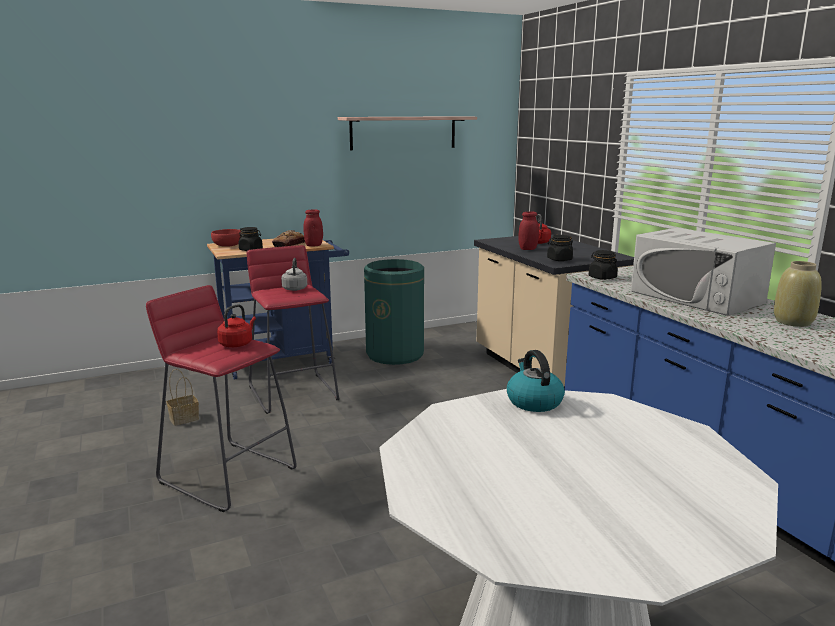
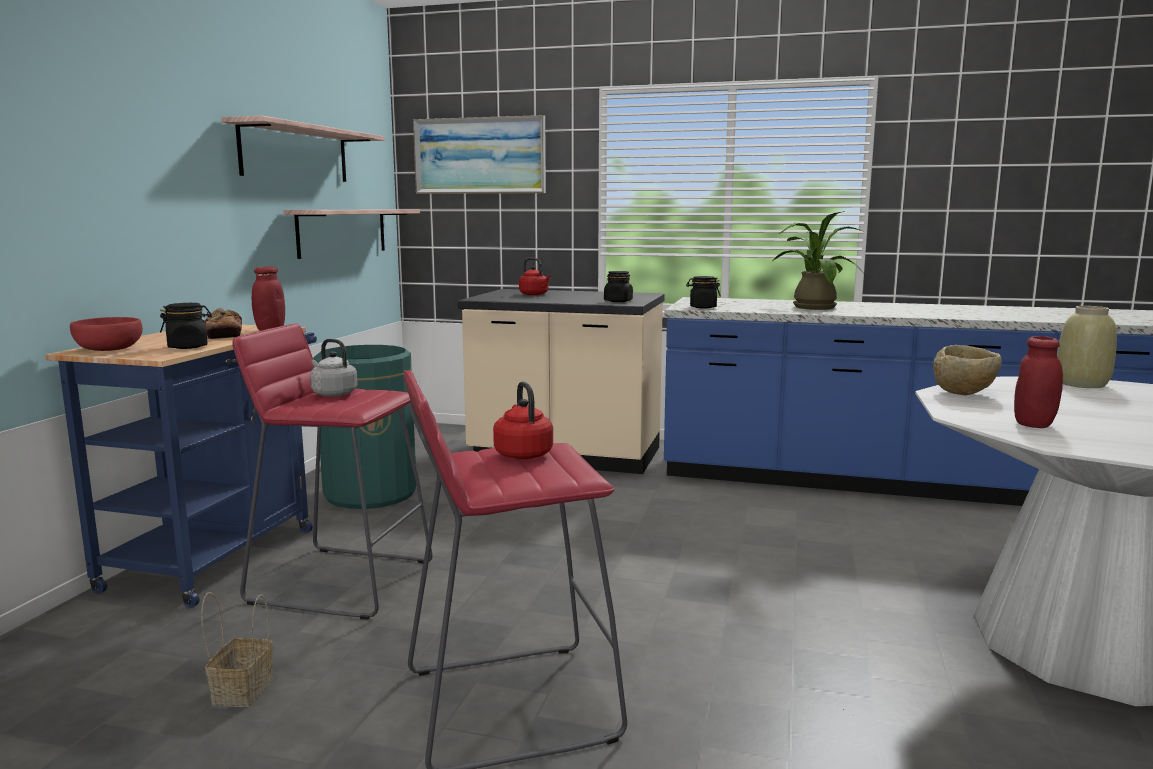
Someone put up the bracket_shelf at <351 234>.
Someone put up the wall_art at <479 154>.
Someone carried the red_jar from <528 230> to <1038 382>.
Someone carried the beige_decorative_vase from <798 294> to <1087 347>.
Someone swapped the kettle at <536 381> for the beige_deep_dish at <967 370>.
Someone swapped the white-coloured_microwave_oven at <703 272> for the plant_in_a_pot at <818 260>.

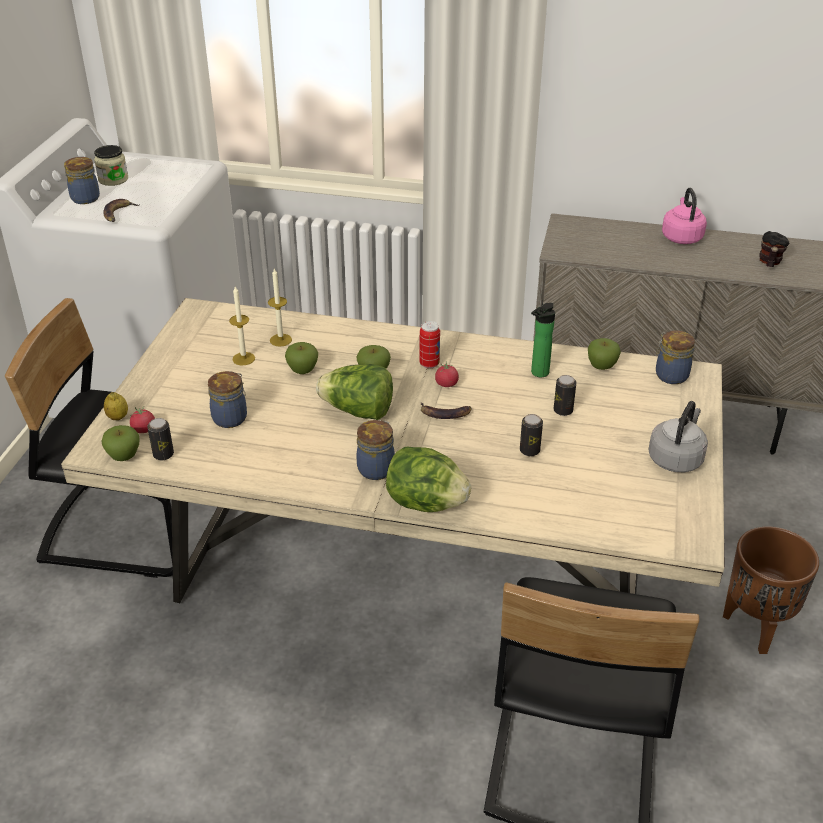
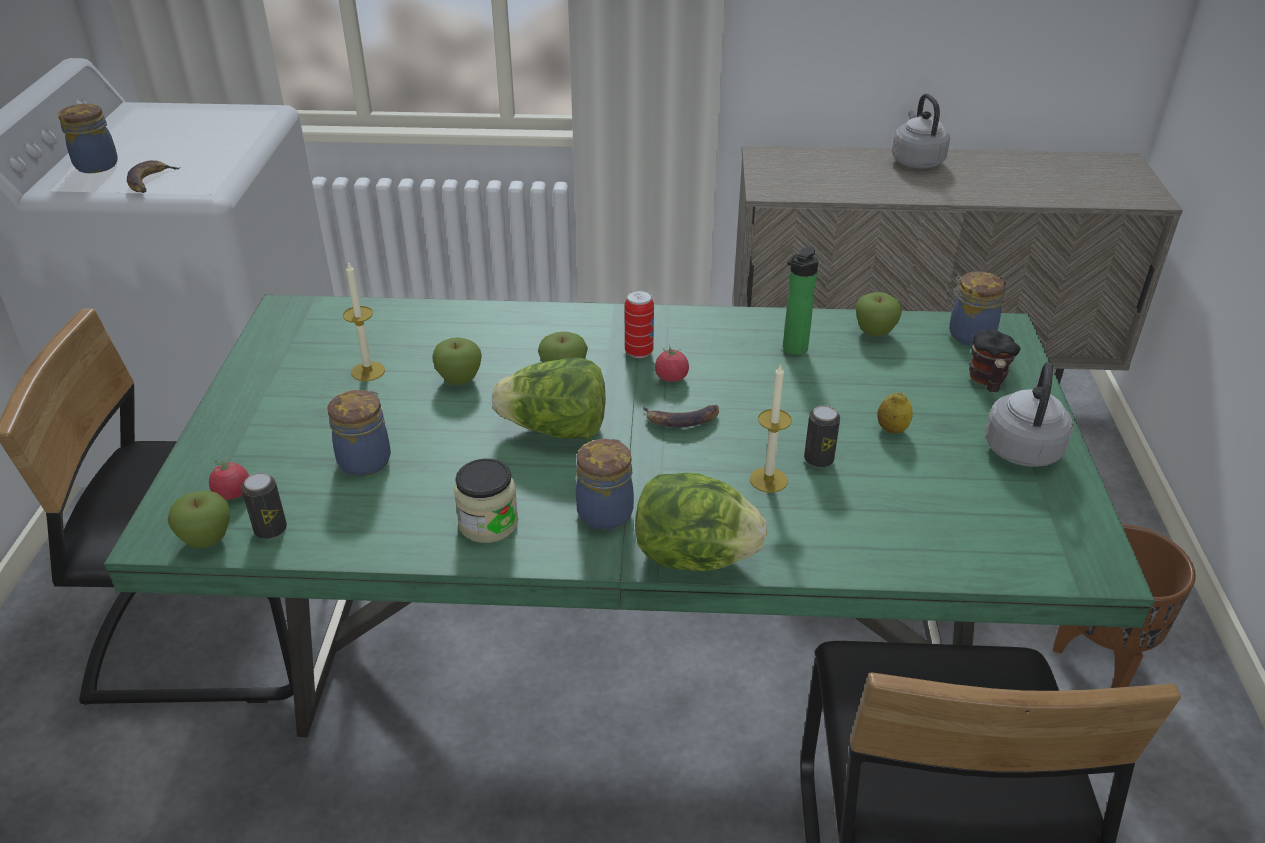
Someone took away the can at <565 395>.
Someone carried the jar from <111 165> to <486 500>.
Someone carried the lemon from <116 406> to <895 413>.
Someone carried the wax_light from <280 308> to <771 428>.
Someone carried the coffee_mug from <774 249> to <995 361>.
Someone repainted the beige_kitchen_table at <393 450>, which became the greenish_kitchen_table at <629 516>.
Someone repainted the pink_kettle at <684 216>, which became the greyish_kettle at <921 131>.

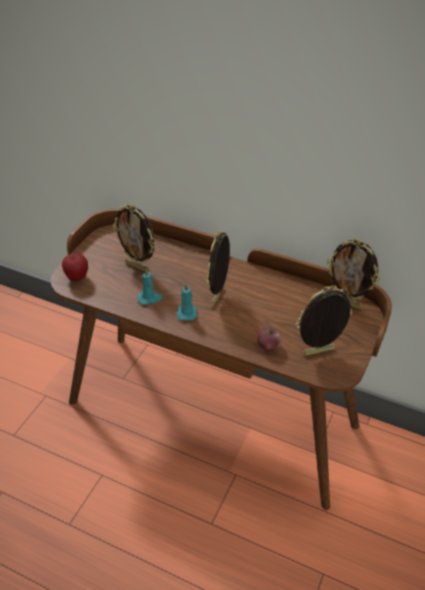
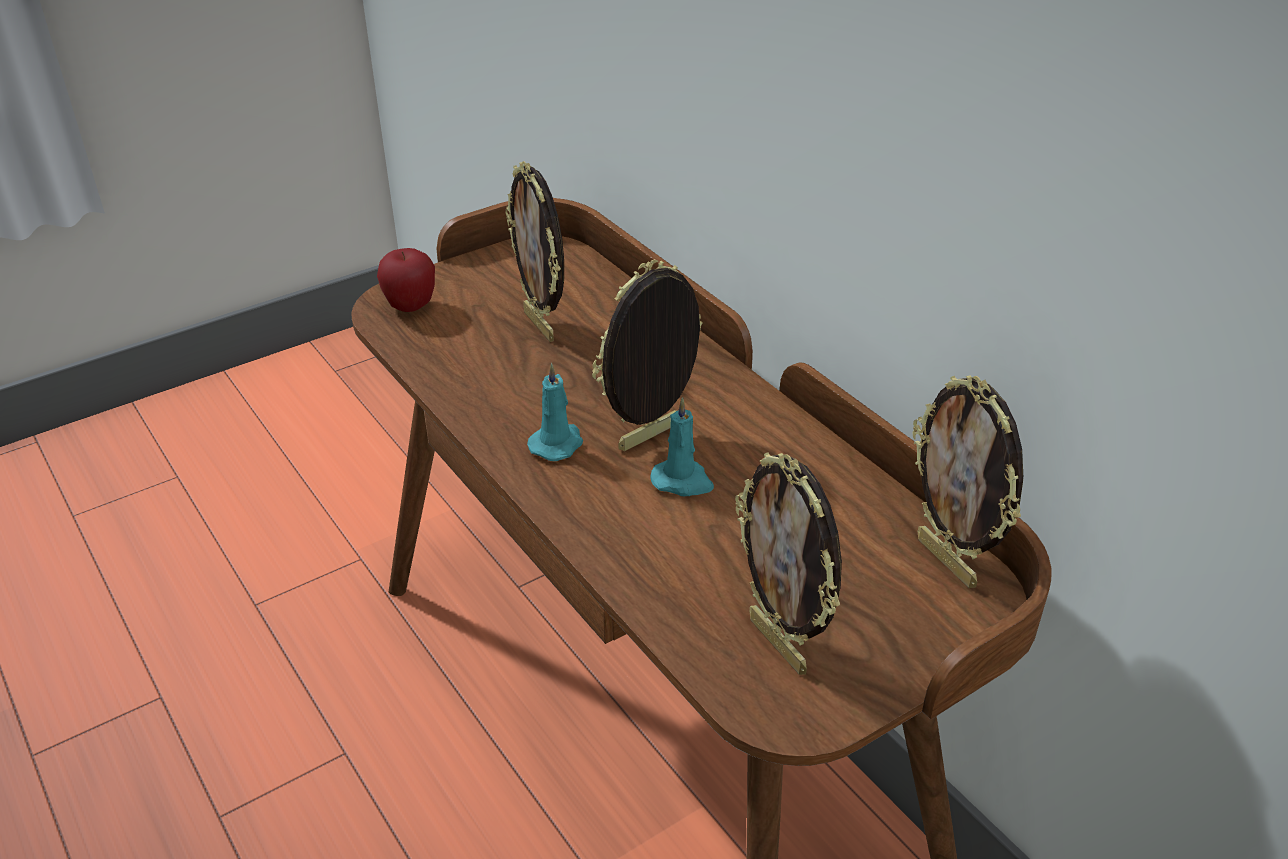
Someone took away the apple_fruit at <269 339>.
Someone carried the turquoise-coloured_wax_light from <150 286> to <682 447>.
Someone rotated the picture_frame at <324 321> by 135 degrees counterclockwise.

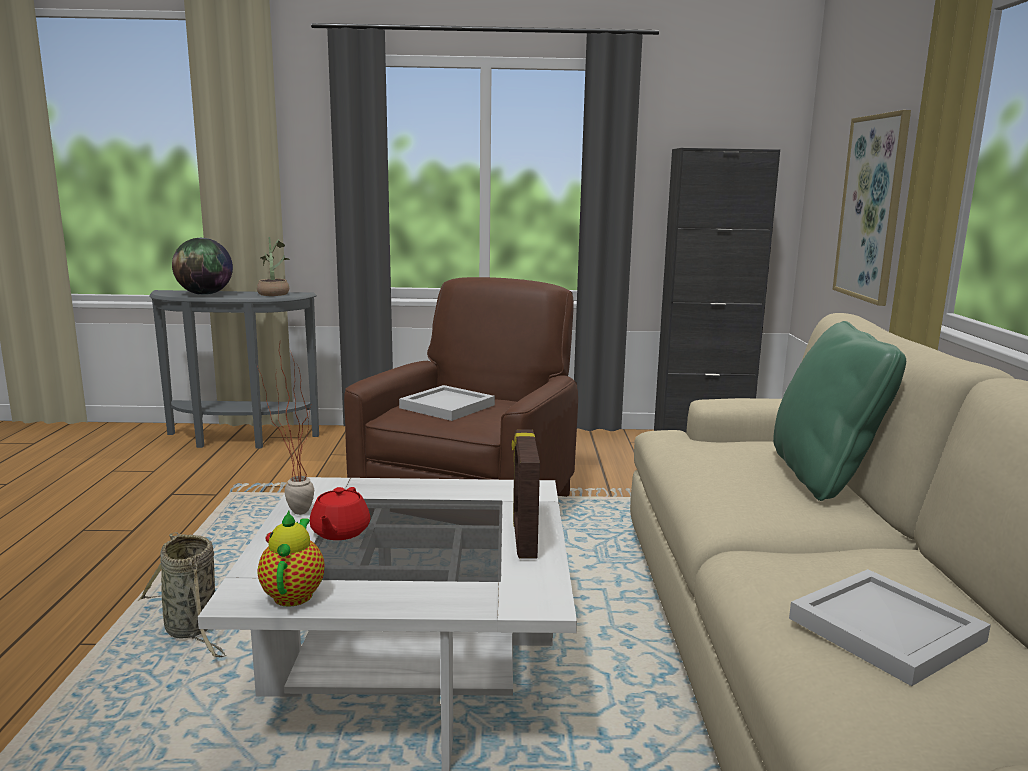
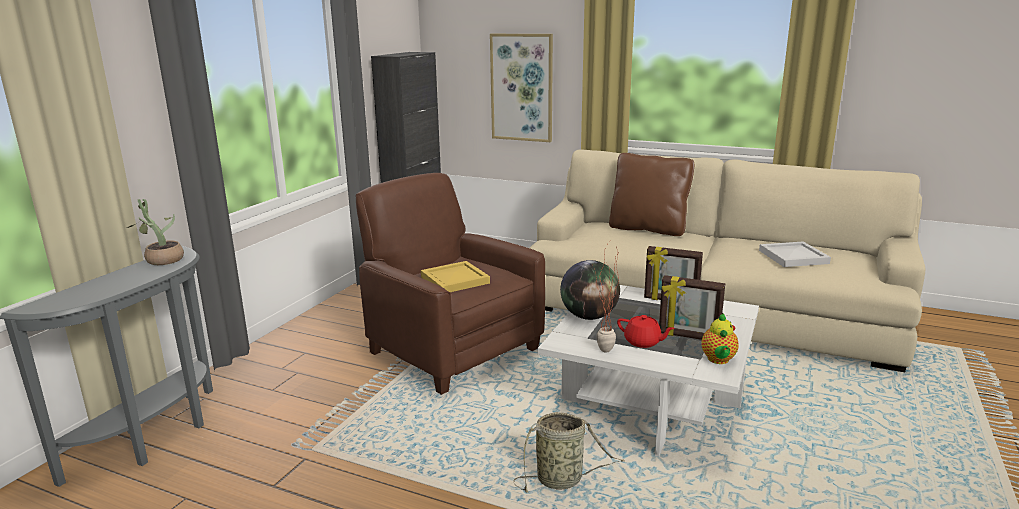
Someone put down the picture_frame at <692 307>.
Someone carried the globe from <202 266> to <590 290>.
Someone repainted the white-coloured_carrying_tray at <447 403>, which became the yellow_carrying_tray at <455 276>.
Someone repainted the greenish_cushion at <839 411>, which became the brown_cushion at <651 194>.
Someone rotated the tea_pot at <291 559> by 105 degrees counterclockwise.

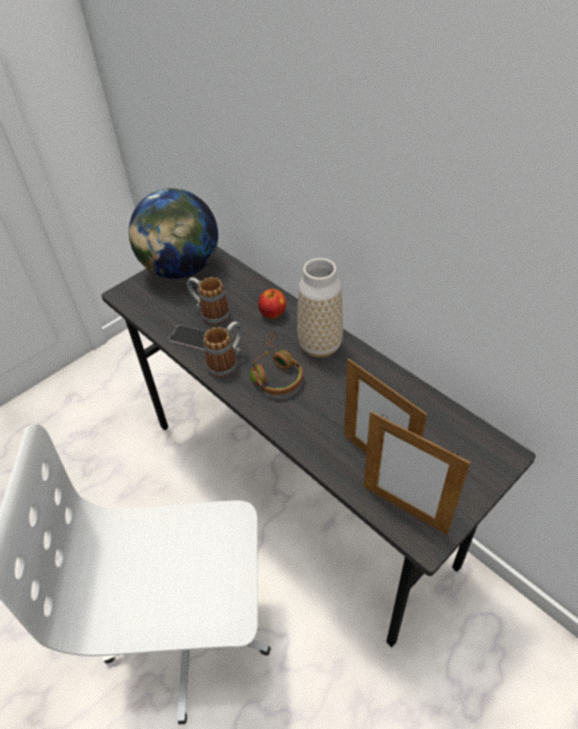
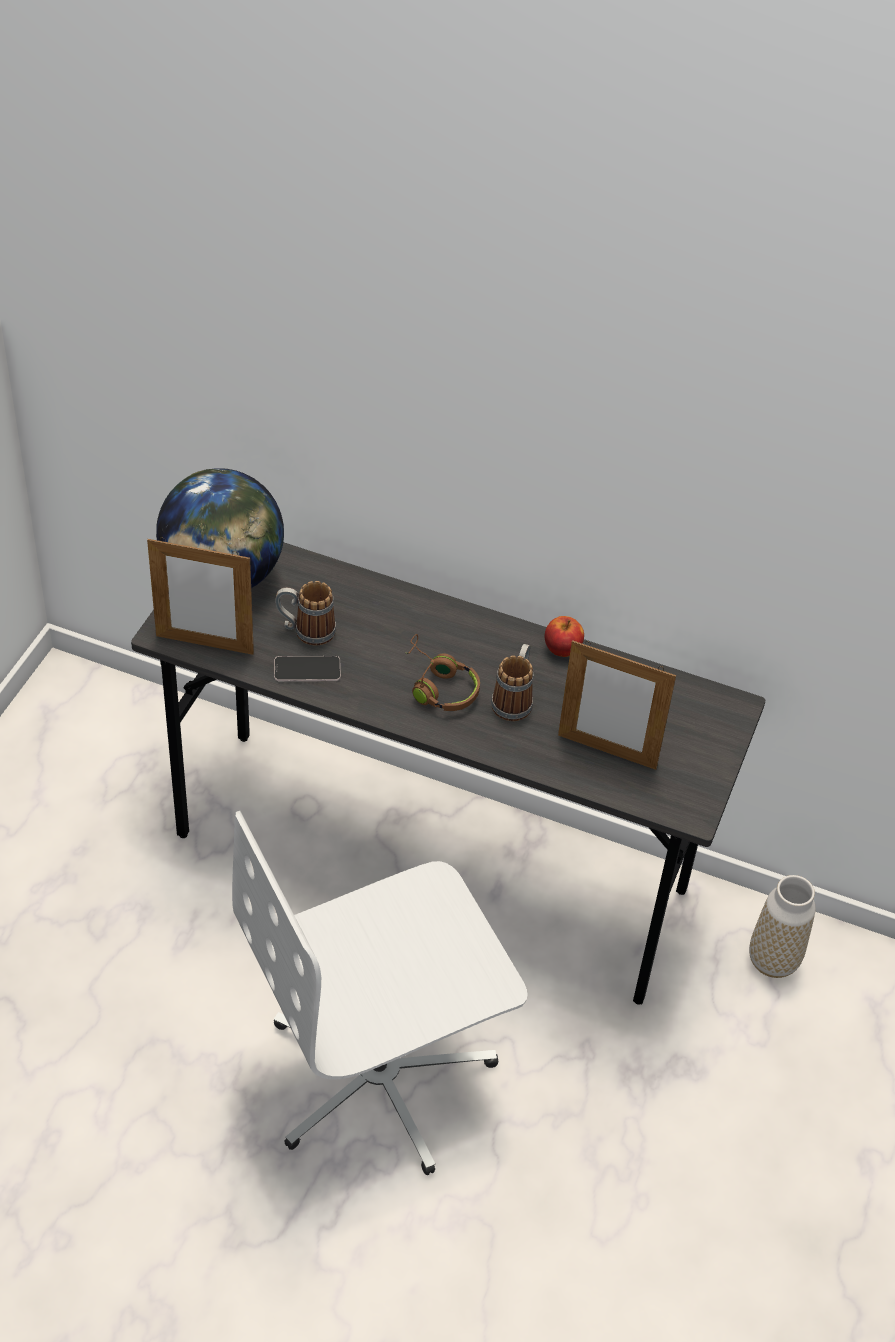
Someone carried the coffee_mug from <223 349> to <512 682>.
Someone carried the apple_fruit from <272 304> to <564 636>.
Someone carried the decorative_vase from <320 308> to <782 926>.
Someone carried the picture_frame from <417 473> to <200 596>.

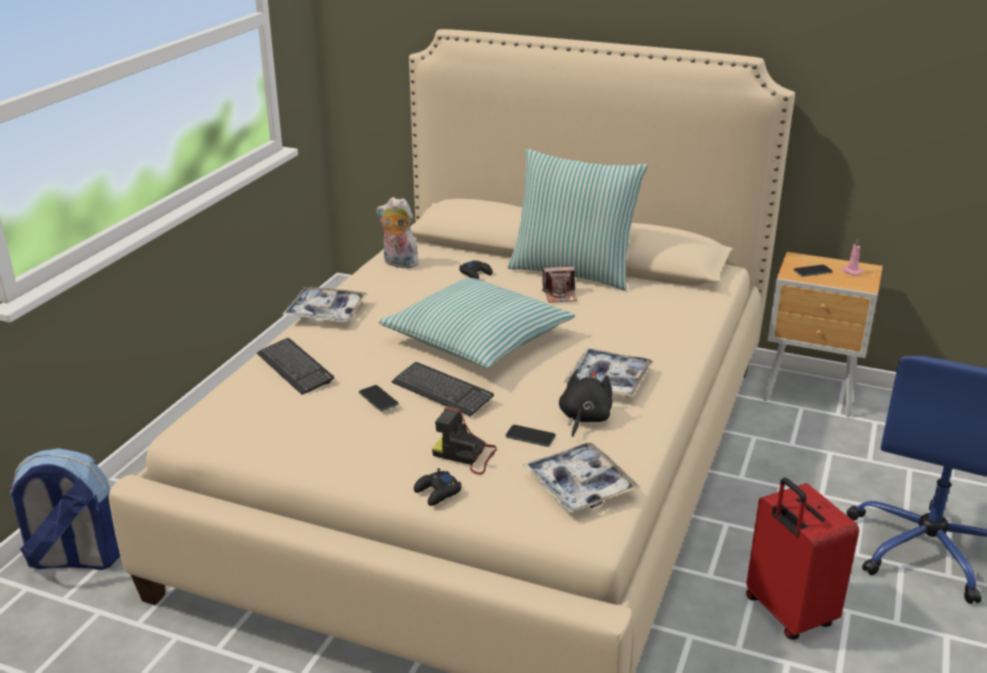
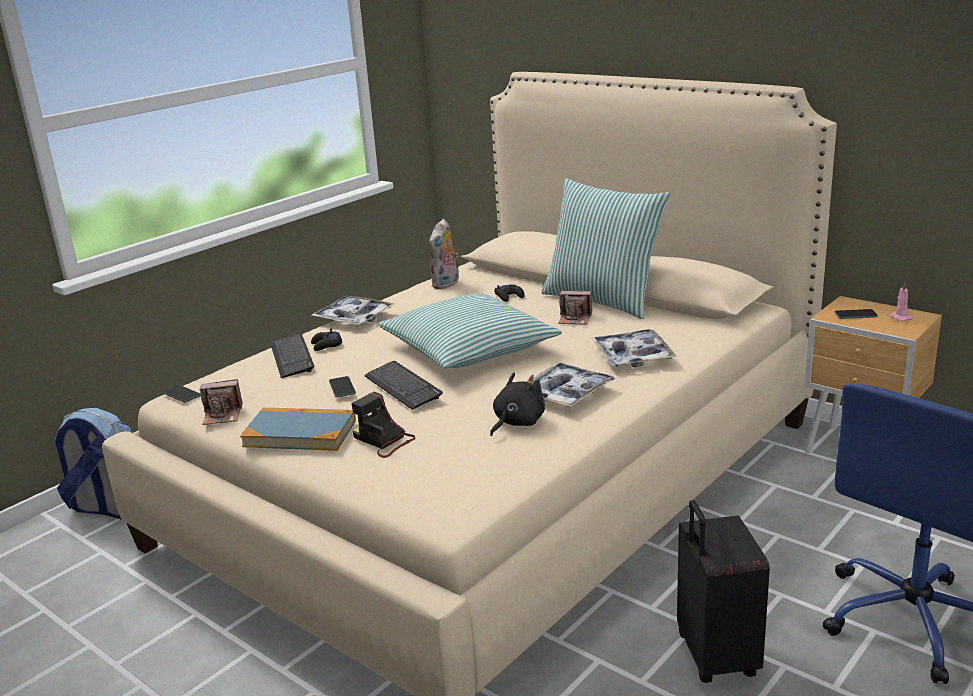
Someone put down the photo_camera at <221 402>.
Someone put down the bound_book at <298 429>.
Someone carried the black-coloured_joypad from <438 487> to <327 340>.
Someone carried the telephone from <530 436> to <181 394>.
Someone carried the carrying_tray from <581 477> to <634 348>.
Someone repainted the red_suitcase at <802 559>, which became the black-coloured_suitcase at <723 591>.
Someone rotated the soft_toy at <398 232> by 105 degrees counterclockwise.

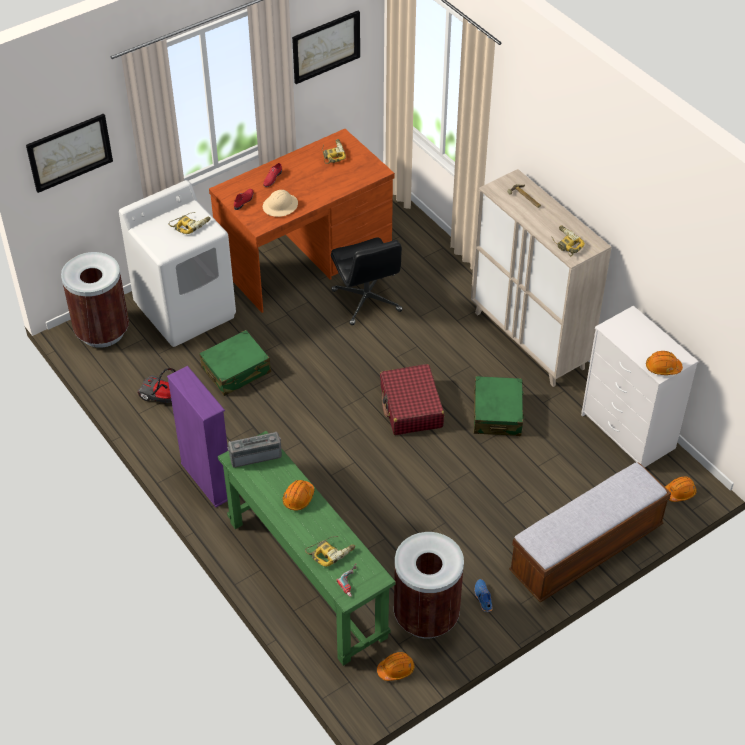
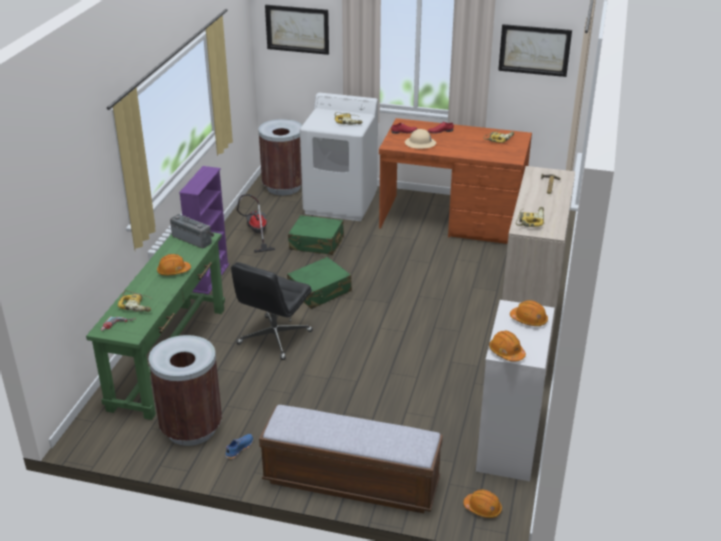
Someone took away the red_suitcase at <412 399>.
Someone carried the black-coloured_office_chair from <367 281> to <272 311>.
Someone carried the orange-coloured_hard_hat from <395 666> to <529 313>.
Someone carried the greenish_suitcase from <499 406> to <319 283>.

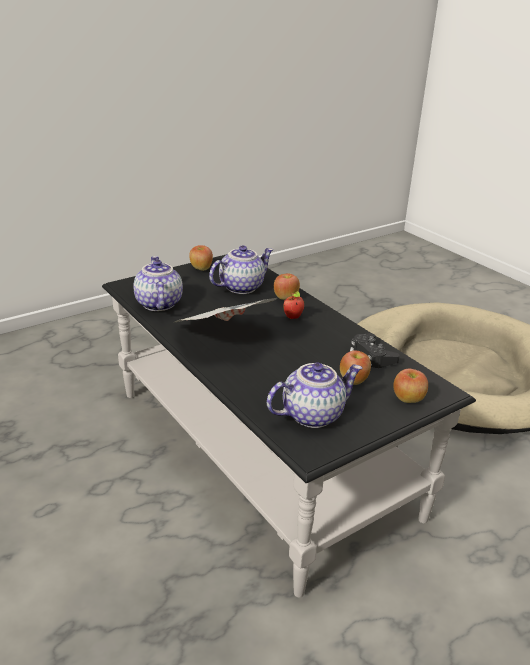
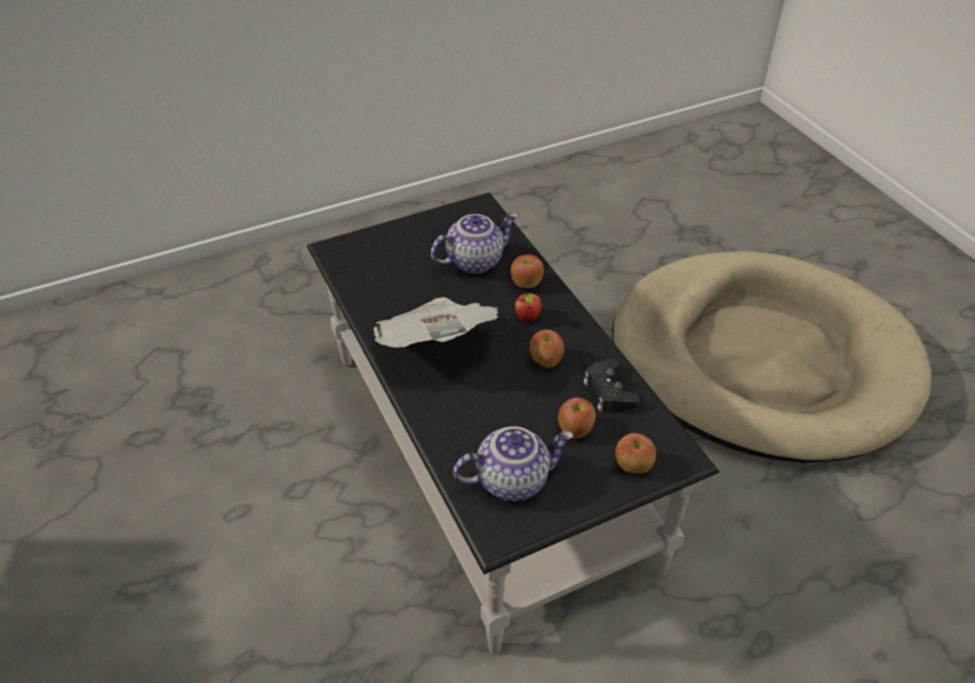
Someone took away the tea_pot at <158 283>.
Someone carried the apple_fruit from <201 258> to <546 349>.

